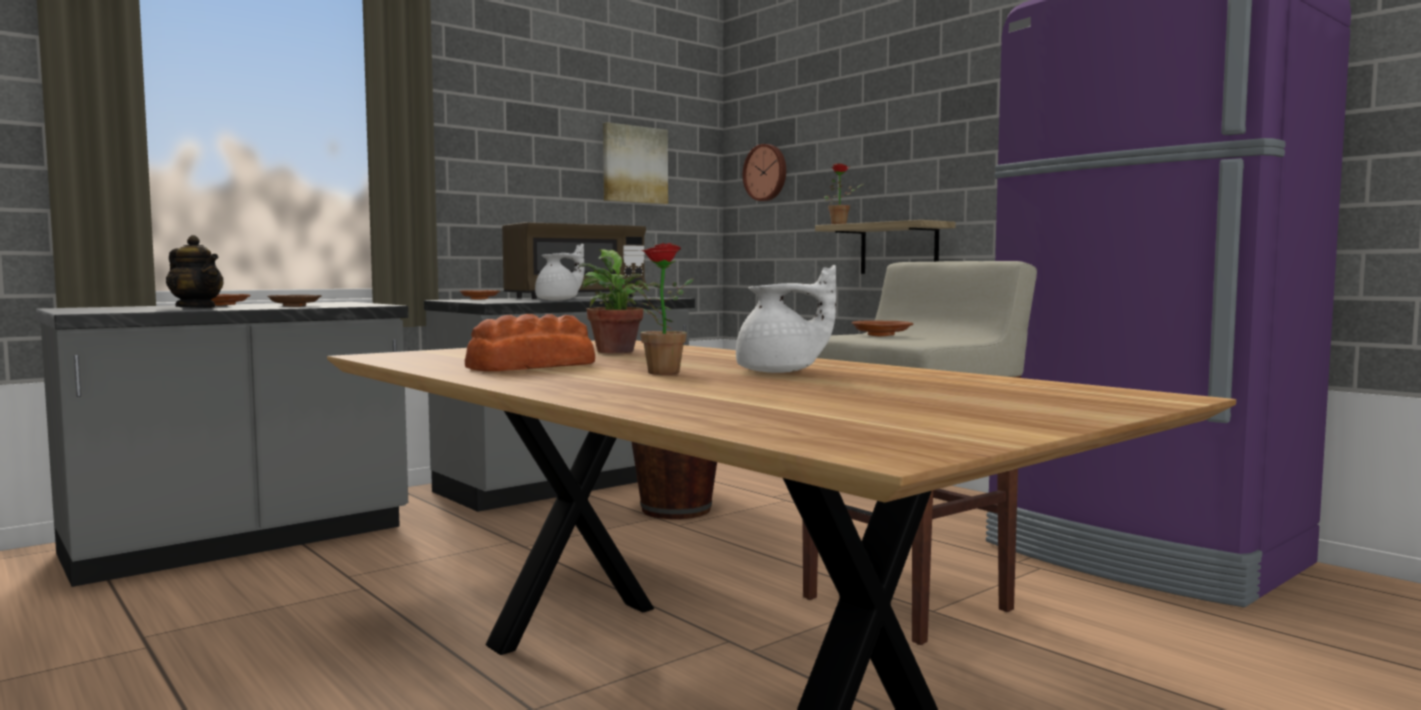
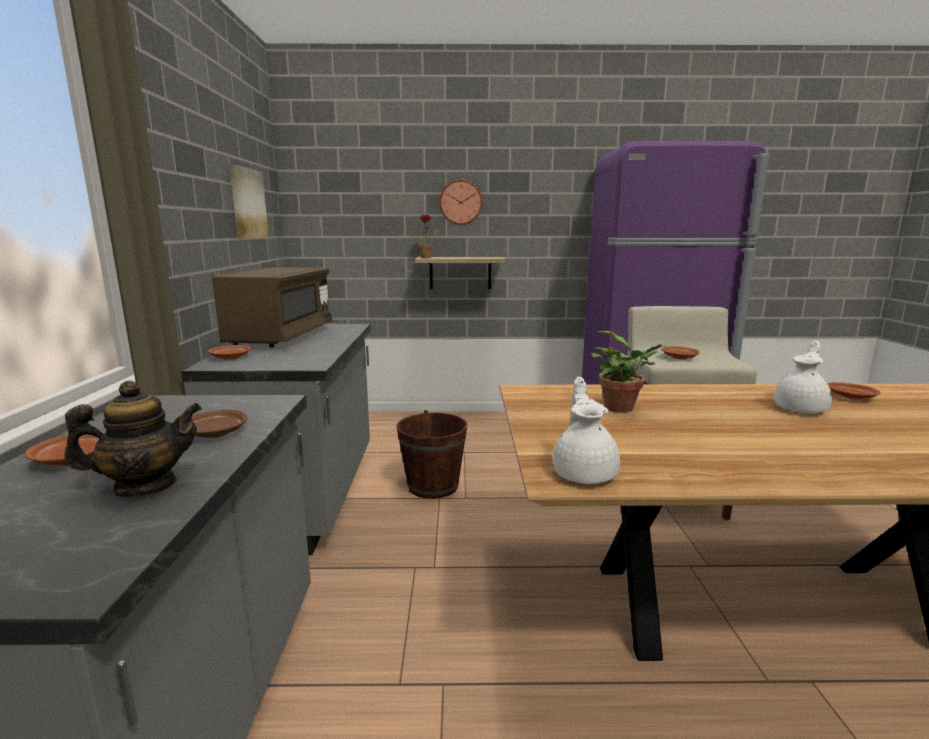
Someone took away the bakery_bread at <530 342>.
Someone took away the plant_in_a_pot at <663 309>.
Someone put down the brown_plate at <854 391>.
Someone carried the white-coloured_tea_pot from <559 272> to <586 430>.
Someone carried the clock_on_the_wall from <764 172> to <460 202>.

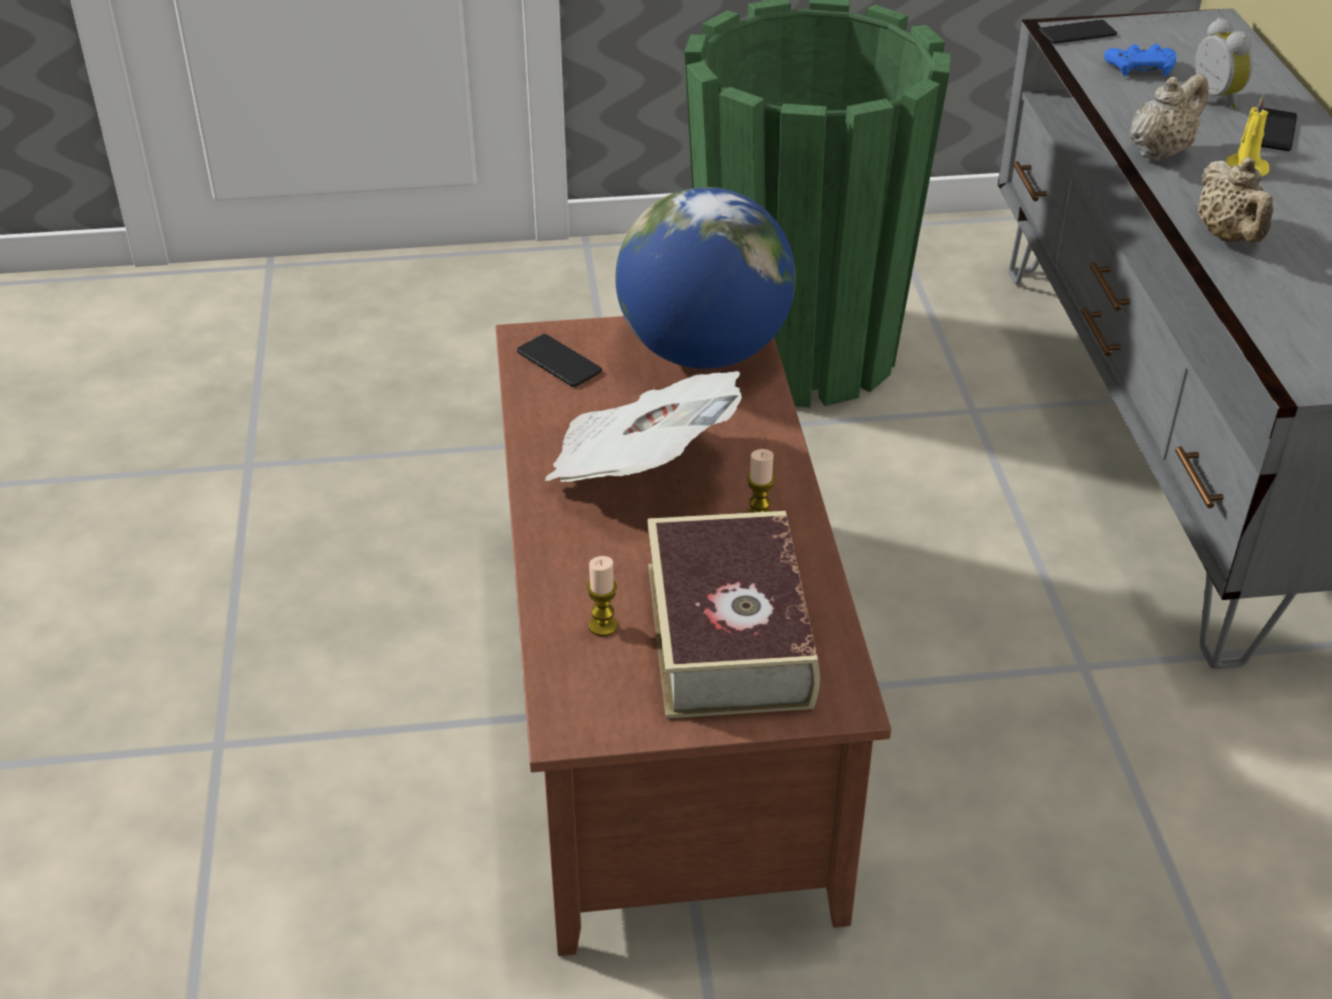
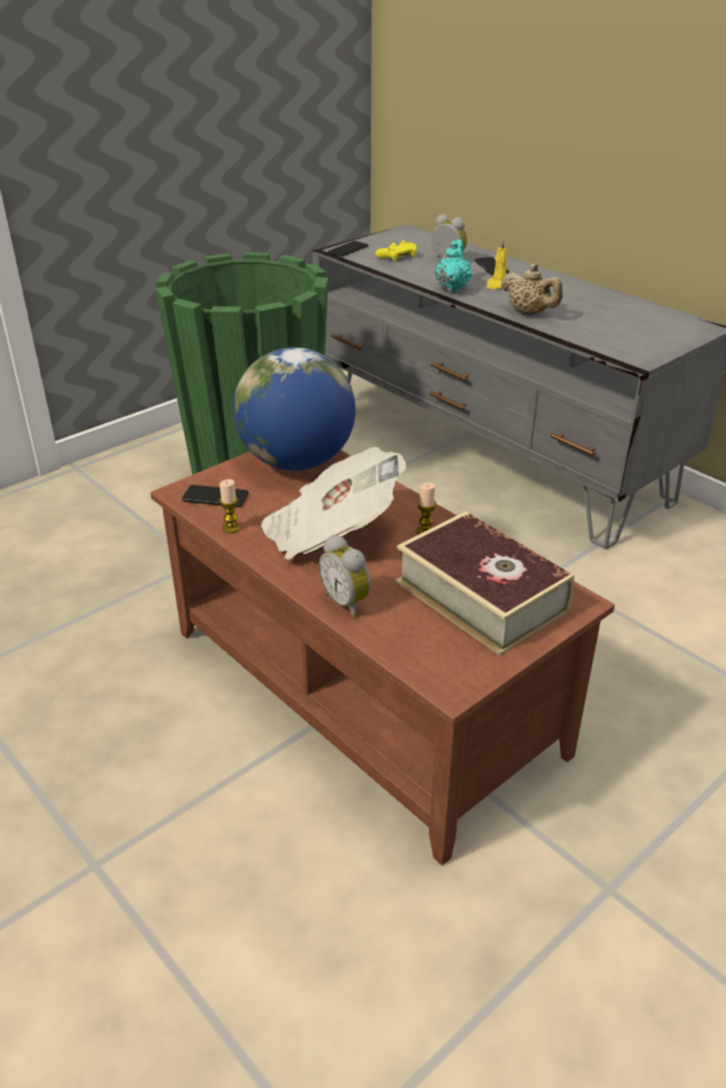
Someone put down the bedside_clock at <345 576>.
Someone carried the wax_light from <602 596> to <230 506>.
Someone repainted the bluish_joypad at <1140 60>, which became the yellow_joypad at <396 251>.
Someone repainted the beige_tea_pot at <1169 117>, which became the turquoise-coloured_tea_pot at <453 265>.

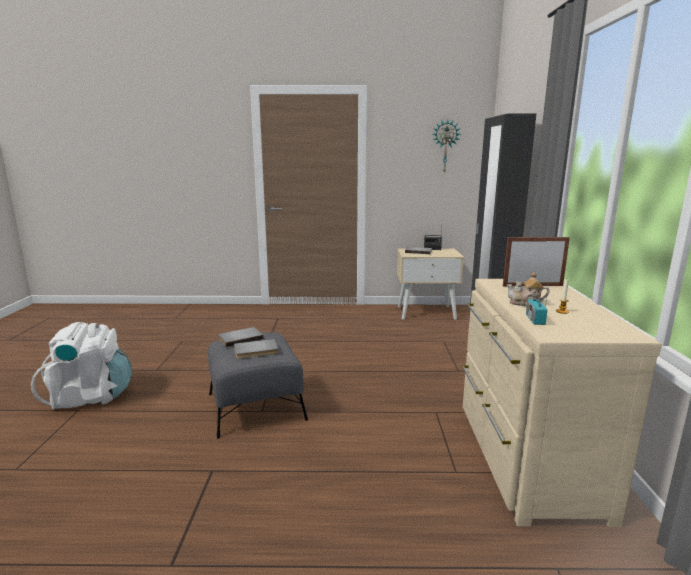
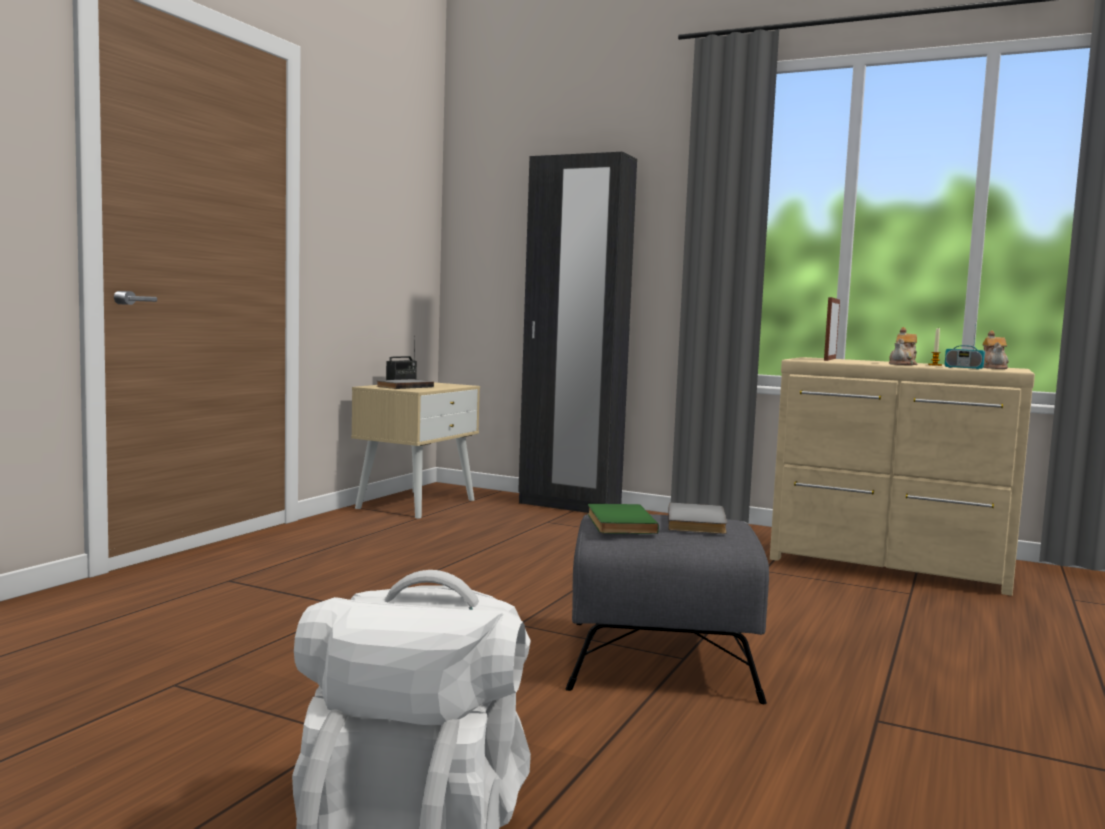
Someone took away the clock_on_the_wall at <447 146>.
Someone put down the tea_pot at <995 349>.
Someone repainted the greyish_bound_book at <241 337>, which became the greenish_bound_book at <623 519>.

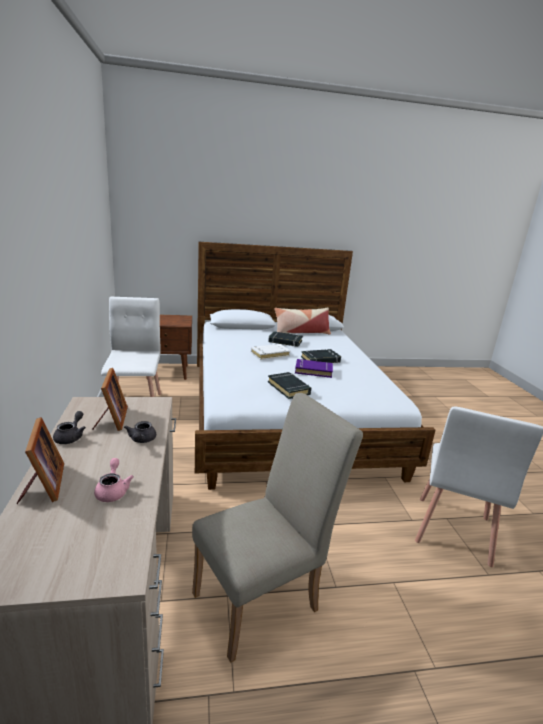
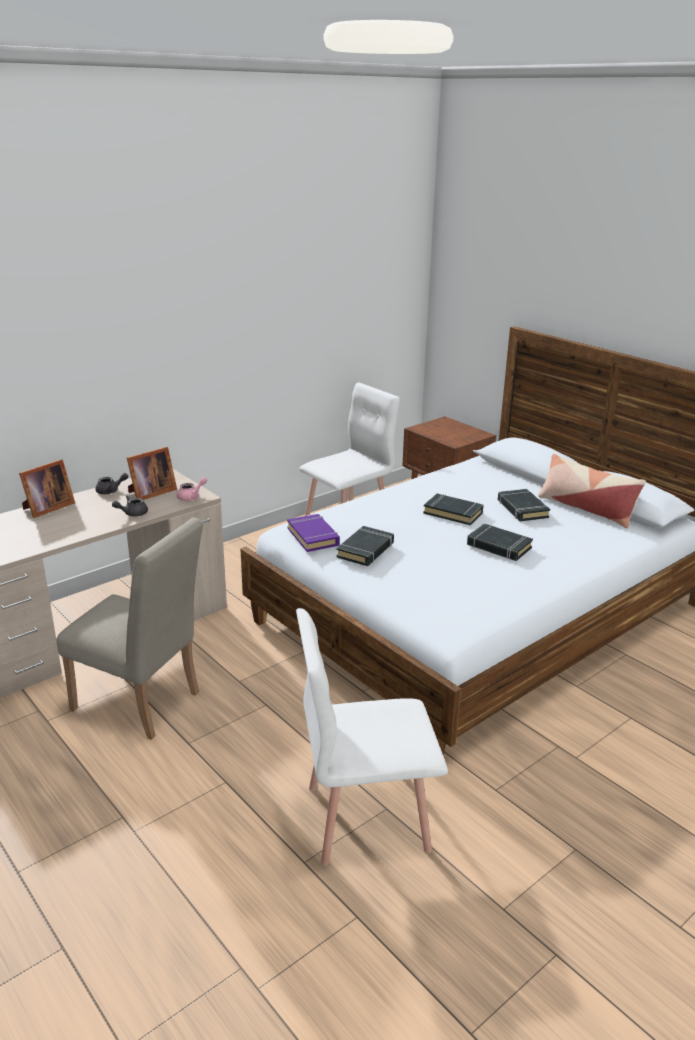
Someone carried the pink_tea_pot from <114 480> to <192 489>.
Someone carried the purple-coloured_bound_book from <314 368> to <313 533>.
Someone repainted the white-coloured_bound_book at <270 352>, which became the black-coloured_bound_book at <453 509>.

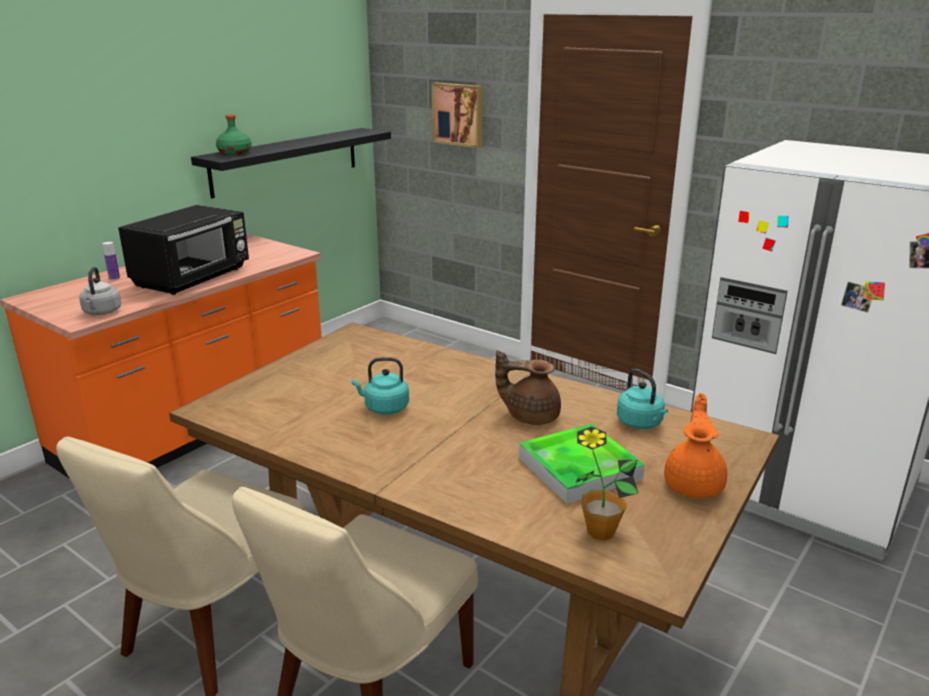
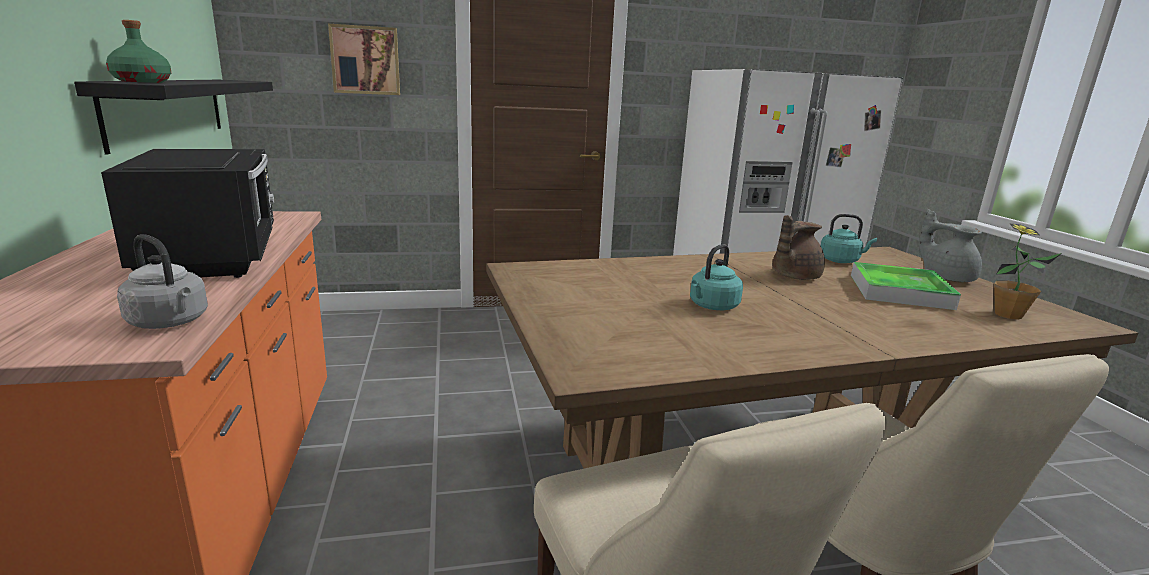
Someone took away the drink_bottle at <111 261>.
Someone repainted the orange-coloured_tea_pot at <695 445>, which became the greyish_tea_pot at <951 245>.

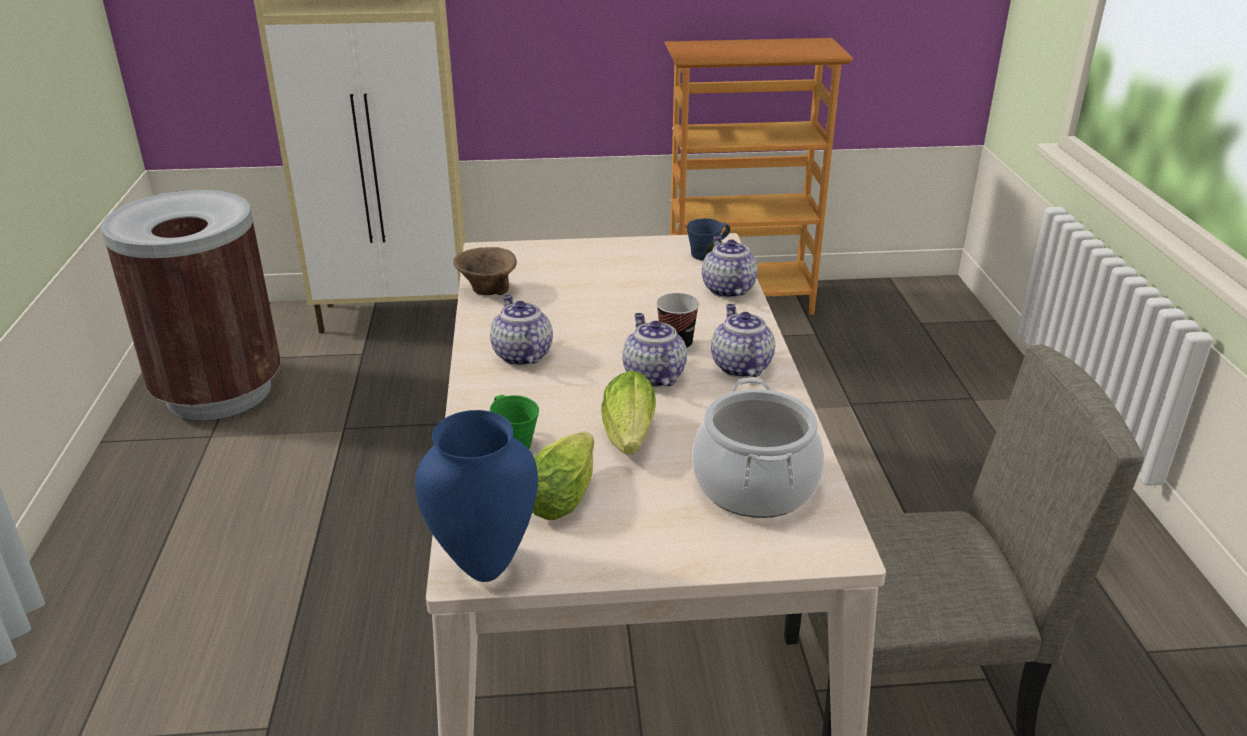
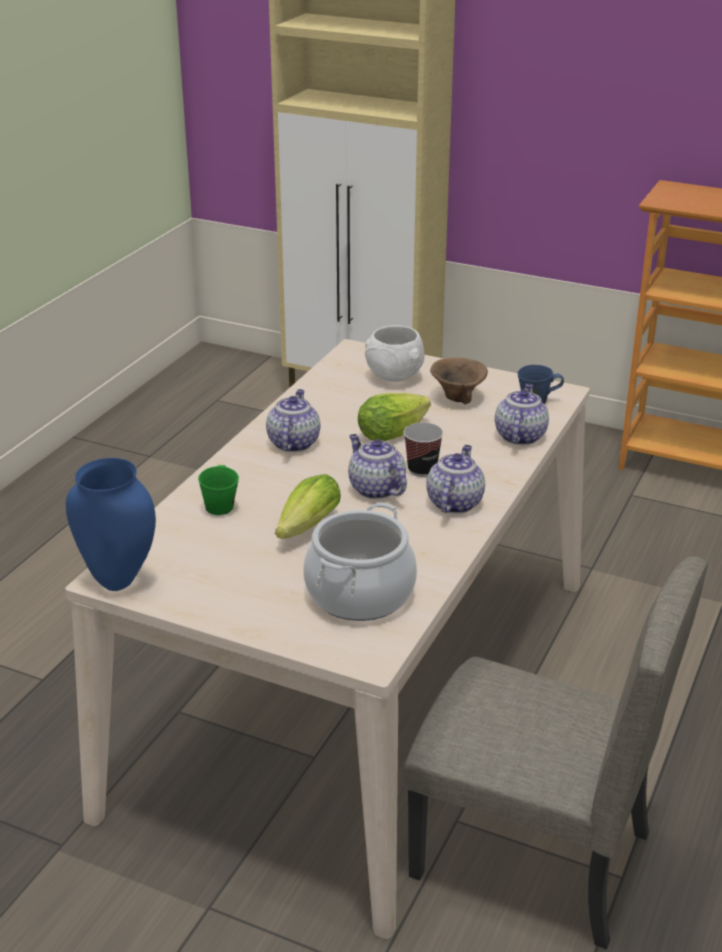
Someone took away the brown_rubbish_bin at <191 305>.
Someone put down the white-coloured_deep_dish at <394 353>.
Someone carried the brown_deep_dish from <485 271> to <459 381>.
Someone carried the head_of_lettuce from <563 475> to <394 417>.
Someone rotated the tea_pot at <654 350> by 45 degrees counterclockwise.

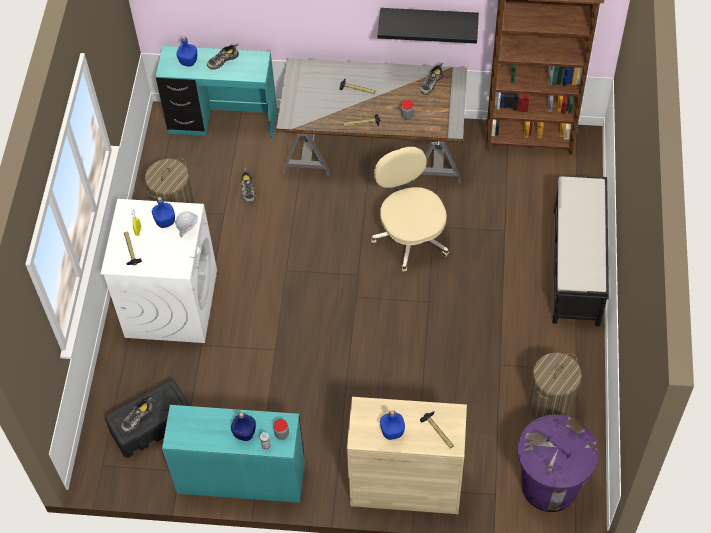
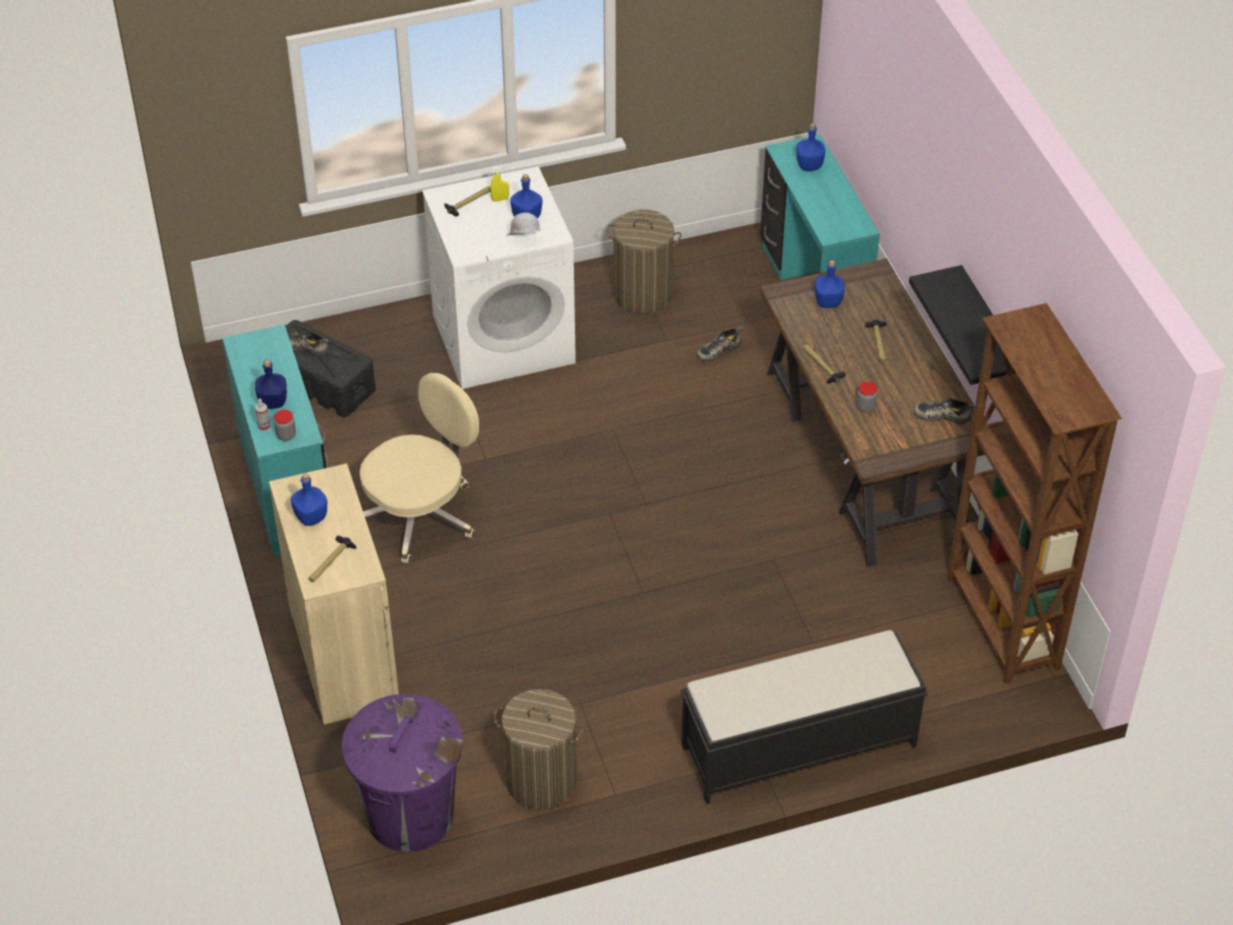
Someone took away the shoe at <223 57>.
Someone put down the bluish_drink_bottle at <830 284>.
Someone carried the beige_office_chair from <410 209> to <419 468>.
Someone repainted the greyish_desk_unit at <371 121>, which became the brown_desk_unit at <872 412>.

